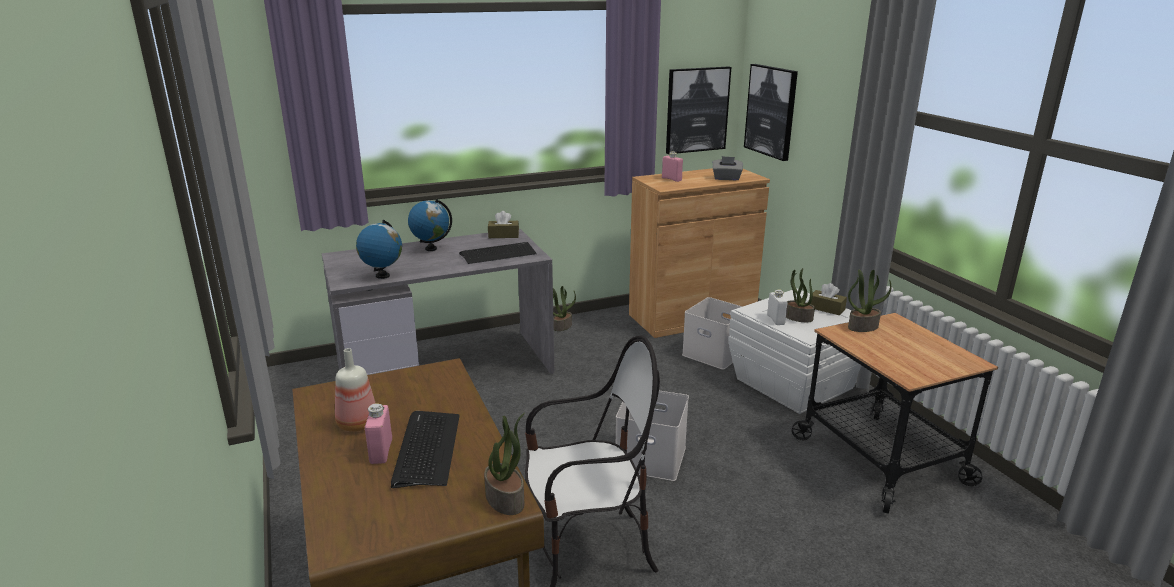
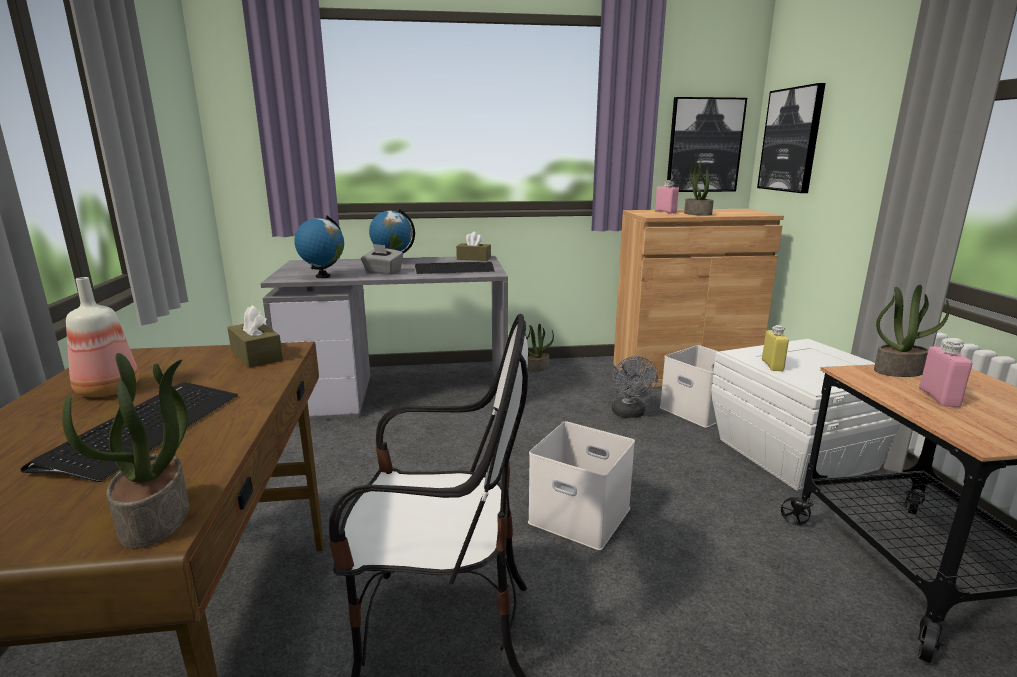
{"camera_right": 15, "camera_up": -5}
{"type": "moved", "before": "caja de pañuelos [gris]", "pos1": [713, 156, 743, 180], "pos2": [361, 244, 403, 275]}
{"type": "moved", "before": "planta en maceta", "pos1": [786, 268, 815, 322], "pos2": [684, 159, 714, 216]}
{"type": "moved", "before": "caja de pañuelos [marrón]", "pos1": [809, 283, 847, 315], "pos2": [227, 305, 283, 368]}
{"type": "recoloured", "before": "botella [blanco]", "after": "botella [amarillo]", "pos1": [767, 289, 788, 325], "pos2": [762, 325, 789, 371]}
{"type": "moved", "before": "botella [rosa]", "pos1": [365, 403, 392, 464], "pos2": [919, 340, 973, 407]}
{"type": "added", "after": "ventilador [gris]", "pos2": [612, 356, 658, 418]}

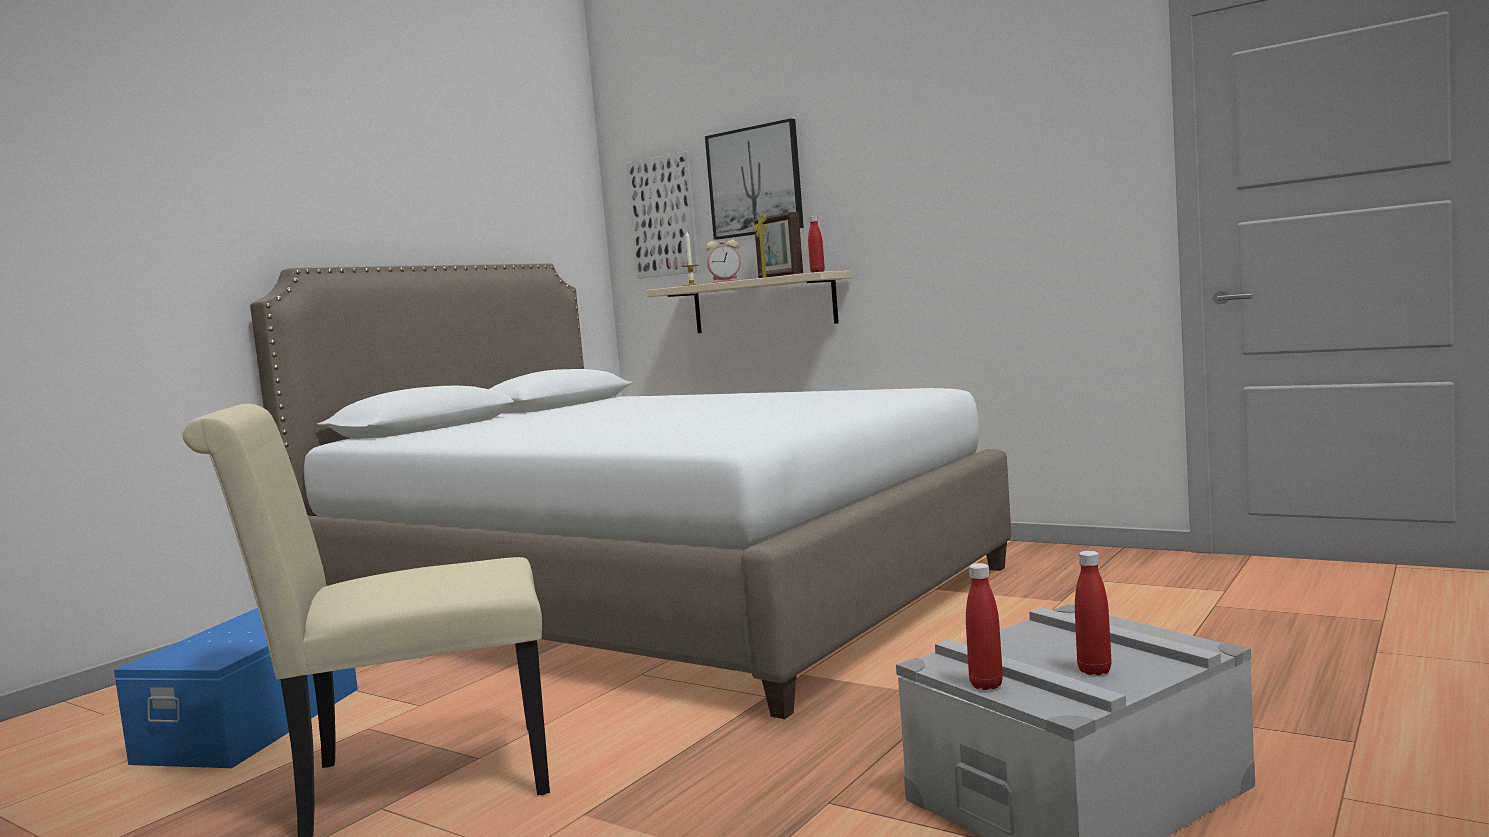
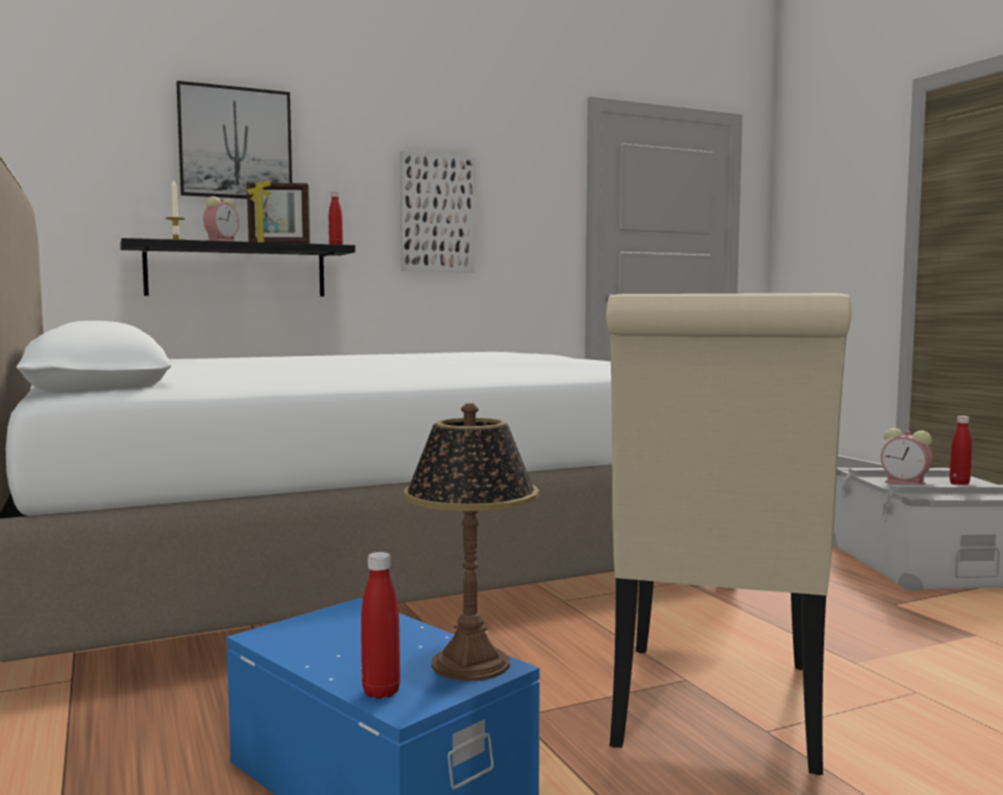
{"camera_right": -60, "camera_up": 0}
{"type": "moved", "before": "cuadro", "pos1": [626, 151, 700, 279], "pos2": [400, 151, 475, 272]}
{"type": "recoloured", "before": "estante [beis]", "after": "estante [negro]", "pos1": [646, 271, 852, 333], "pos2": [120, 238, 355, 297]}
{"type": "moved", "before": "botella [rojo]", "pos1": [966, 563, 1003, 690], "pos2": [361, 552, 400, 699]}
{"type": "added", "after": "lámpara de mesa", "pos2": [404, 403, 539, 681]}
{"type": "added", "after": "despertador", "pos2": [881, 428, 933, 485]}

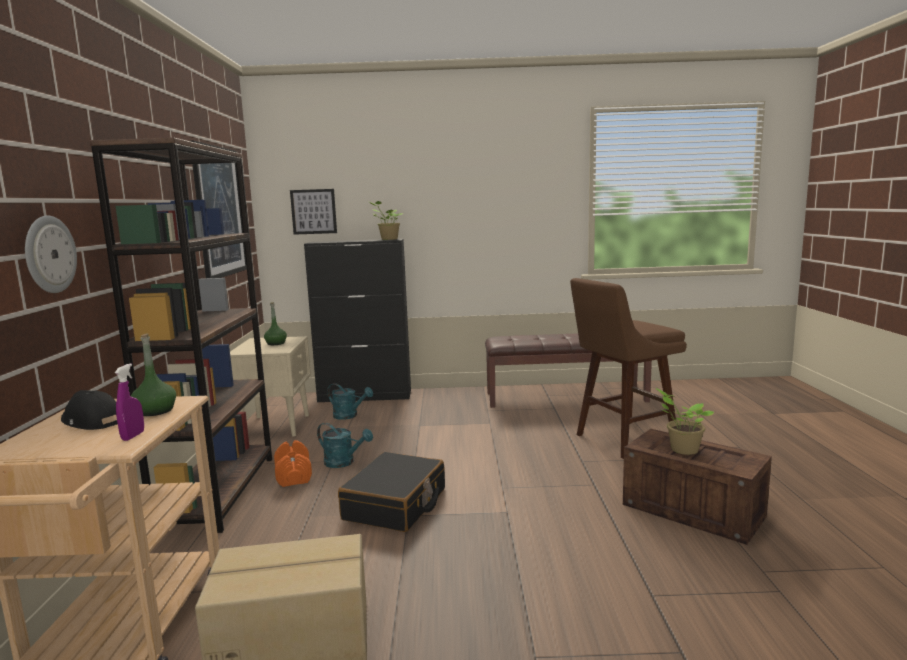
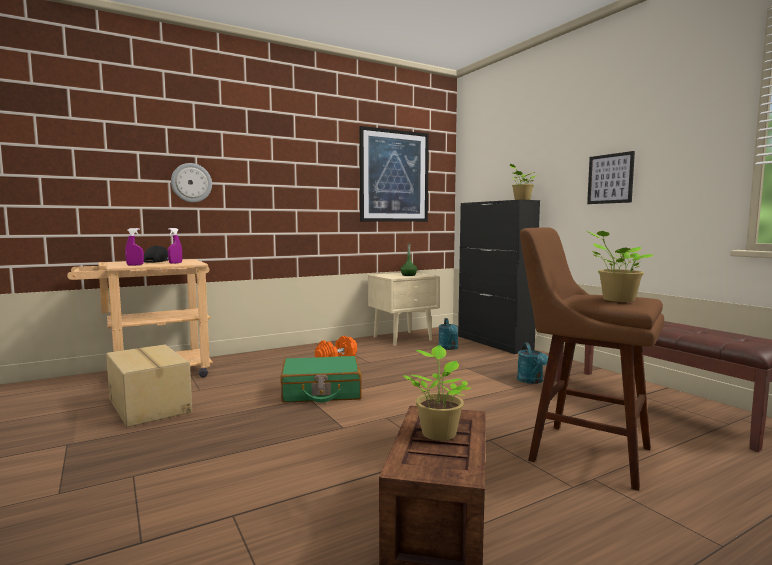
{"camera_right": 60, "camera_up": -5}
{"type": "removed", "before": "estantería [marrón]", "pos1": [89, 137, 272, 533]}
{"type": "moved", "before": "cuadro", "pos1": [290, 189, 337, 235], "pos2": [587, 151, 635, 204]}
{"type": "replaced", "before": "botella [verde]", "after": "pulverizador [morado]", "pos1": [131, 333, 176, 416], "pos2": [168, 228, 182, 263]}
{"type": "moved", "before": "regadera [turquesa]", "pos1": [317, 423, 373, 468], "pos2": [517, 343, 548, 384]}
{"type": "recoloured", "before": "maleta [negro]", "after": "maleta [verde]", "pos1": [338, 452, 445, 532], "pos2": [280, 356, 362, 403]}
{"type": "added", "after": "planta en maceta", "pos2": [586, 231, 653, 302]}

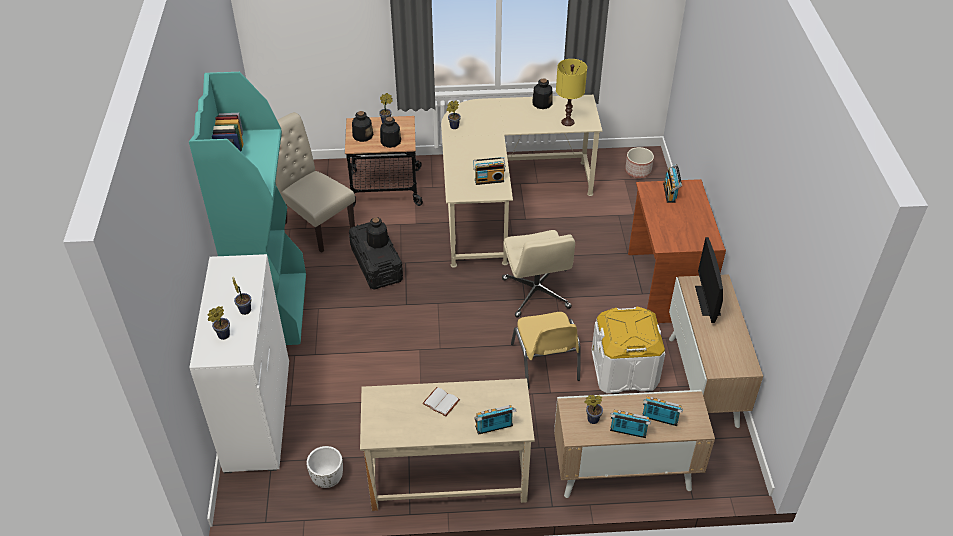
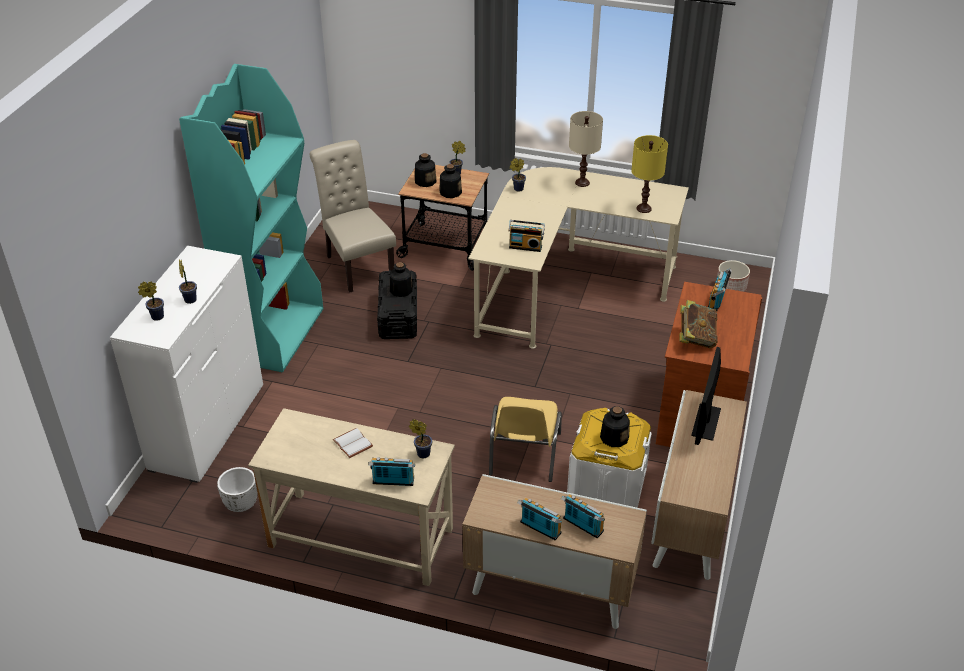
{"camera_right": 20, "camera_up": -5}
{"type": "moved", "before": "botella", "pos1": [532, 78, 552, 109], "pos2": [600, 406, 630, 447]}
{"type": "removed", "before": "silla de oficina [beis]", "pos1": [502, 230, 575, 318]}
{"type": "moved", "before": "planta en maceta", "pos1": [584, 395, 603, 424], "pos2": [409, 419, 432, 458]}
{"type": "added", "after": "lámpara de mesa [beis]", "pos2": [569, 111, 603, 187]}
{"type": "added", "after": "libro", "pos2": [680, 300, 717, 348]}

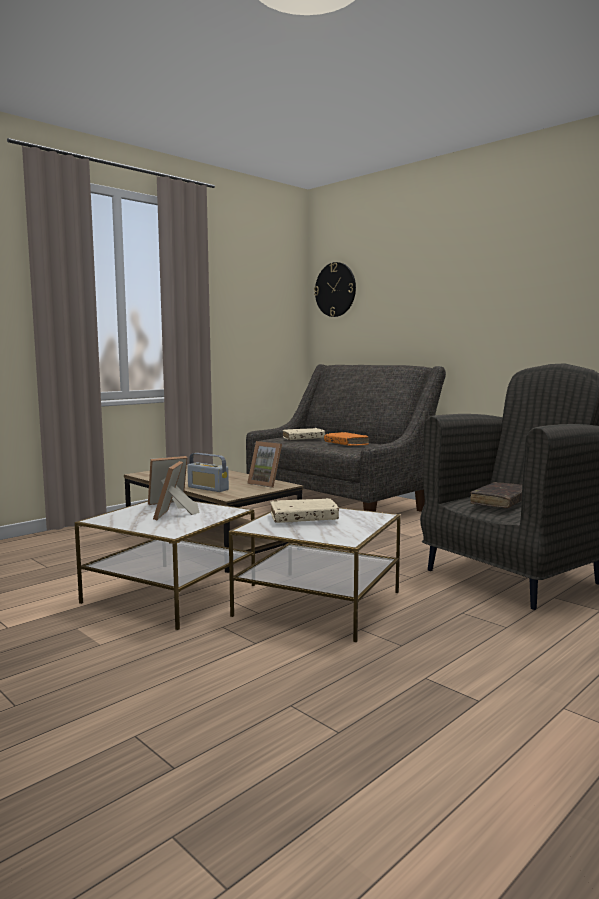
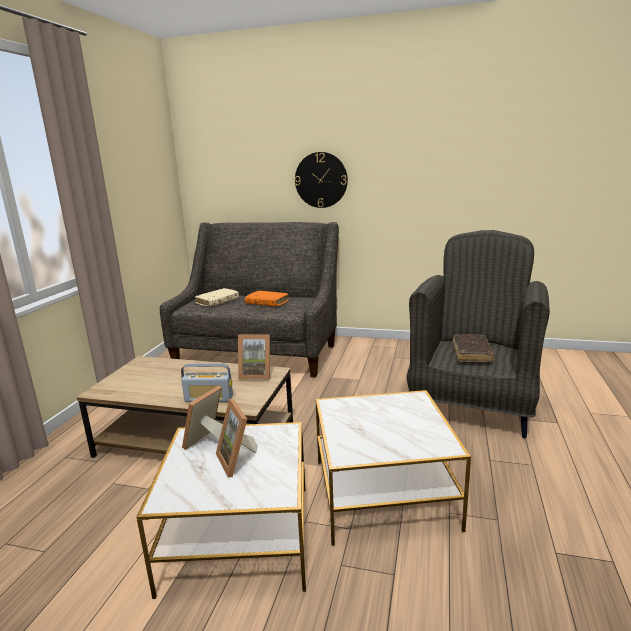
{"camera_right": -30, "camera_up": 10}
{"type": "moved", "before": "reloj de pared", "pos1": [314, 262, 356, 317], "pos2": [295, 152, 348, 208]}
{"type": "removed", "before": "libro [beis]", "pos1": [270, 498, 339, 523]}

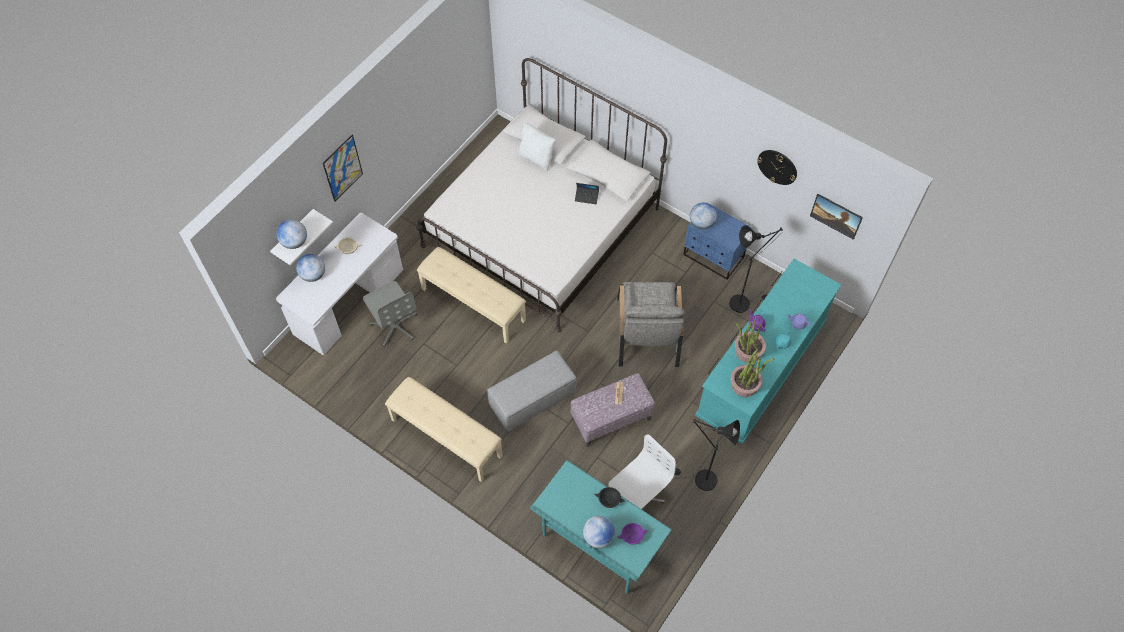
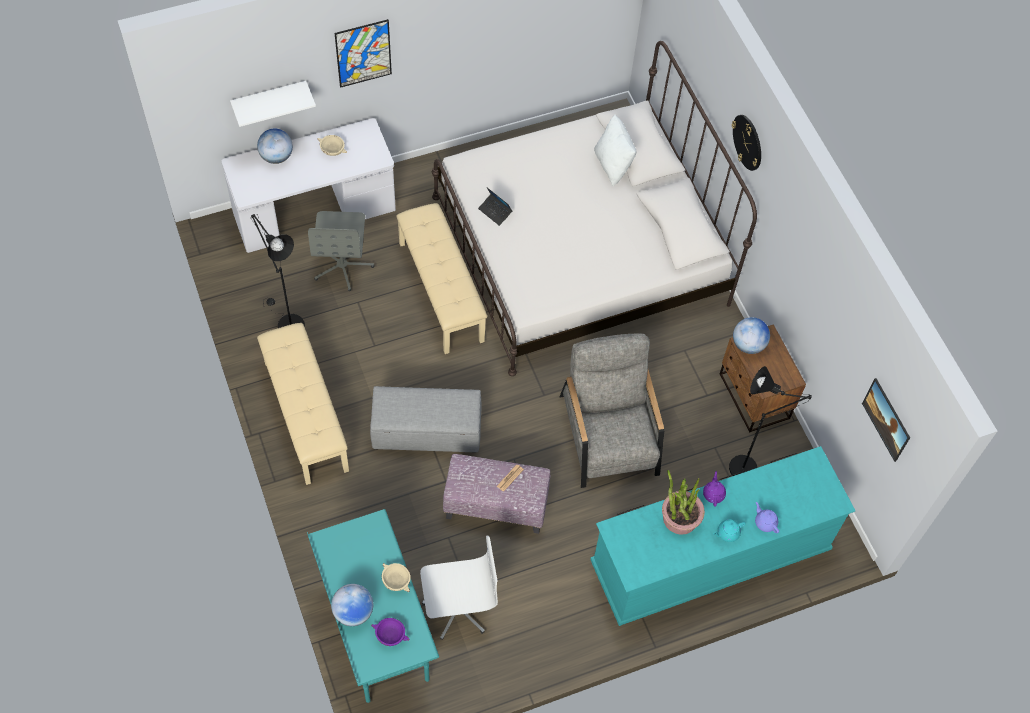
{"camera_right": 30, "camera_up": 0}
{"type": "moved", "before": "reloj de pared", "pos1": [757, 150, 797, 185], "pos2": [732, 115, 761, 171]}
{"type": "moved", "before": "portátil", "pos1": [575, 183, 599, 204], "pos2": [478, 188, 512, 226]}
{"type": "recoloured", "before": "mesita de noche [azul]", "after": "mesita de noche [marrón]", "pos1": [683, 202, 752, 280], "pos2": [720, 324, 806, 432]}
{"type": "removed", "before": "globo terráqueo", "pos1": [277, 219, 307, 249]}
{"type": "turned", "before": "sillón [gris]", "pos1": [617, 282, 685, 367], "pos2": [560, 334, 664, 488], "turn": 135}
{"type": "removed", "before": "planta en maceta", "pos1": [731, 349, 774, 397]}
{"type": "moved", "before": "lámpara de pie [negro]", "pos1": [675, 418, 740, 491], "pos2": [251, 214, 305, 328]}
{"type": "recoloured", "before": "cuenco [negro]", "after": "cuenco [beis]", "pos1": [594, 487, 625, 508], "pos2": [382, 563, 411, 592]}

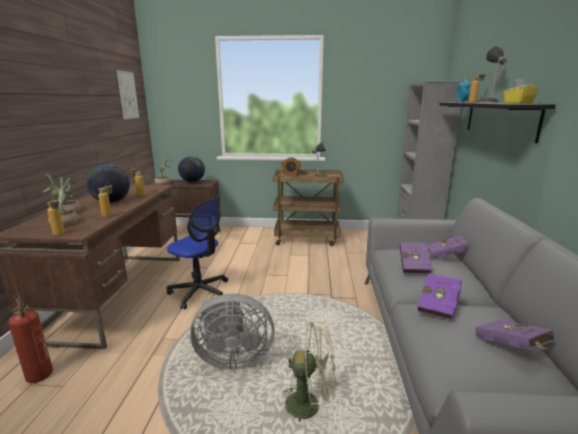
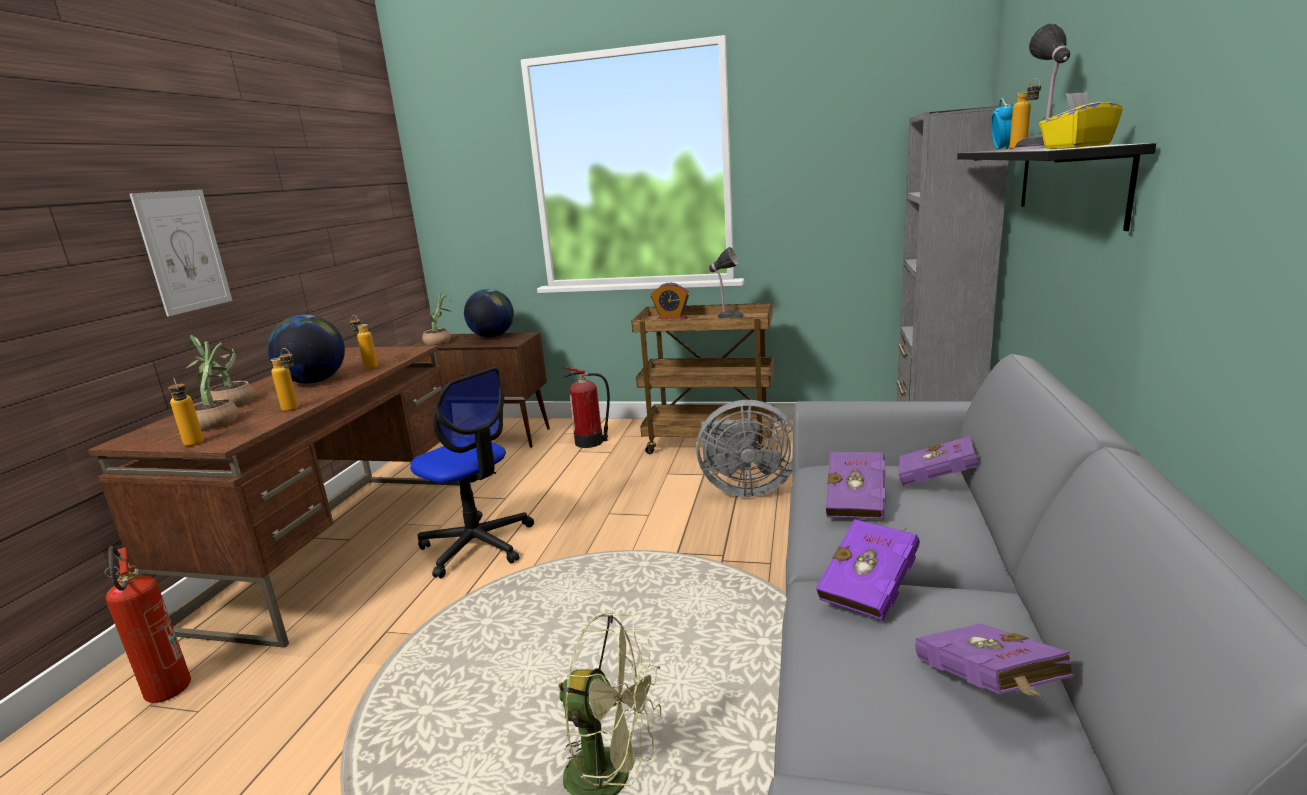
{"camera_right": 10, "camera_up": 0}
{"type": "moved", "before": "cuadro", "pos1": [117, 70, 139, 119], "pos2": [130, 190, 233, 317]}
{"type": "moved", "before": "ventilador [gris]", "pos1": [190, 293, 274, 370], "pos2": [696, 400, 793, 497]}
{"type": "added", "after": "extintor", "pos2": [563, 367, 610, 448]}

